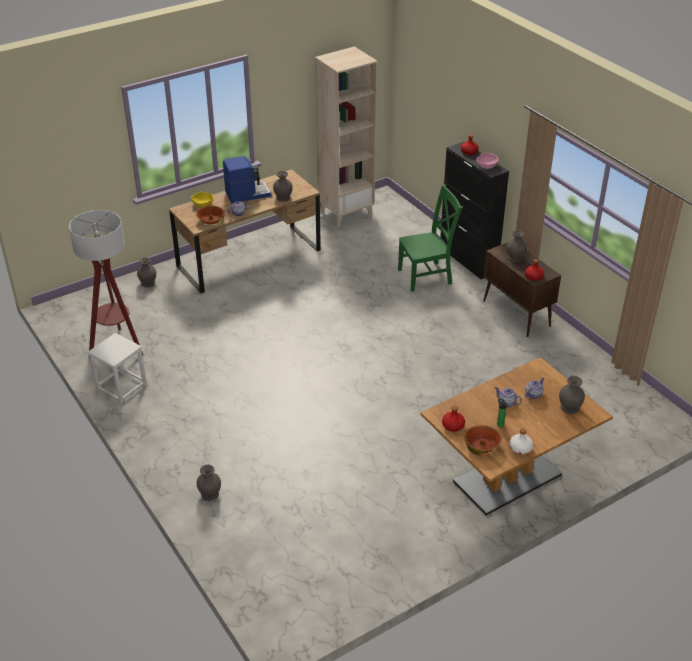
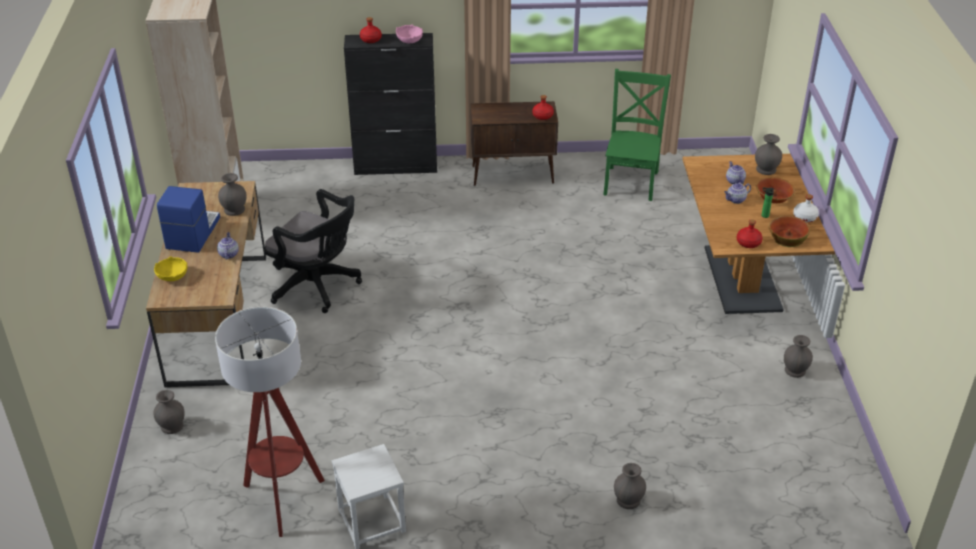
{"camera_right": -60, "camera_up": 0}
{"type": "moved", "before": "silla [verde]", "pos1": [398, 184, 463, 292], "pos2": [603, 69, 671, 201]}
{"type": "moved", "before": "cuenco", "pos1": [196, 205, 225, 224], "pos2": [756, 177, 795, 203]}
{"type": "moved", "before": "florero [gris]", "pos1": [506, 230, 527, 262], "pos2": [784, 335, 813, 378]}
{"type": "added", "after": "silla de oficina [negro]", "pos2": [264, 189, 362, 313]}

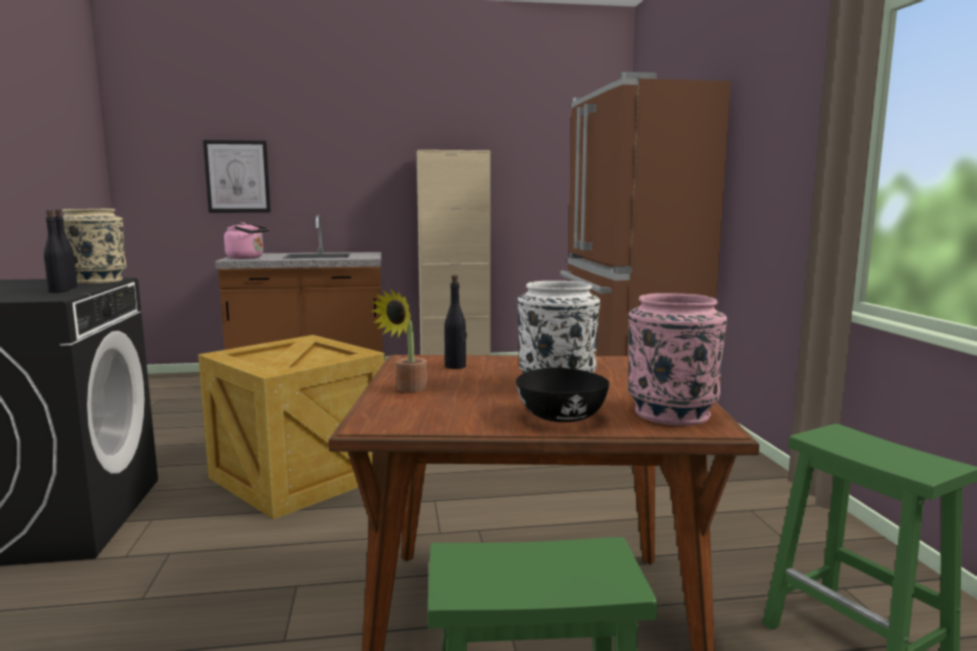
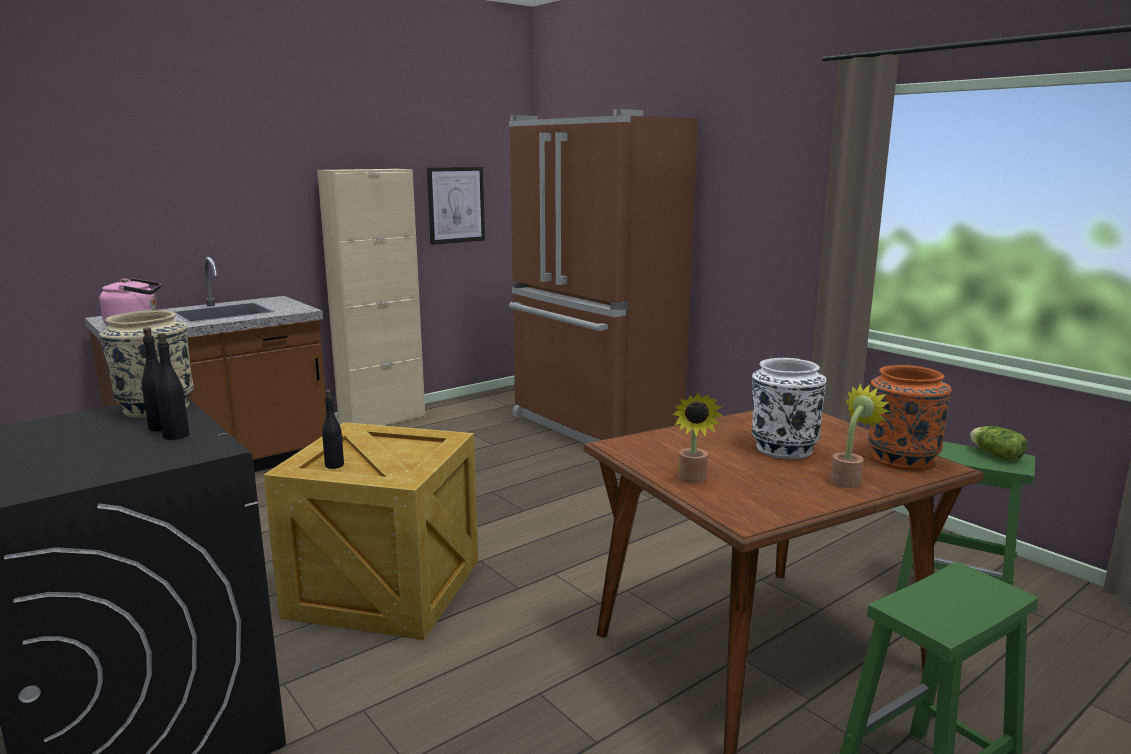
{"camera_right": -30, "camera_up": 5}
{"type": "moved", "before": "cuadro", "pos1": [203, 140, 271, 213], "pos2": [427, 167, 485, 245]}
{"type": "moved", "before": "botella [negro]", "pos1": [444, 275, 467, 369], "pos2": [322, 390, 344, 469]}
{"type": "recoloured", "before": "florero [rosa]", "after": "florero [naranja]", "pos1": [628, 293, 727, 426], "pos2": [868, 365, 952, 470]}
{"type": "replaced", "before": "cuenco [negro]", "after": "planta en maceta", "pos1": [516, 368, 610, 422], "pos2": [831, 384, 890, 488]}
{"type": "added", "after": "lechuga", "pos2": [970, 426, 1027, 461]}

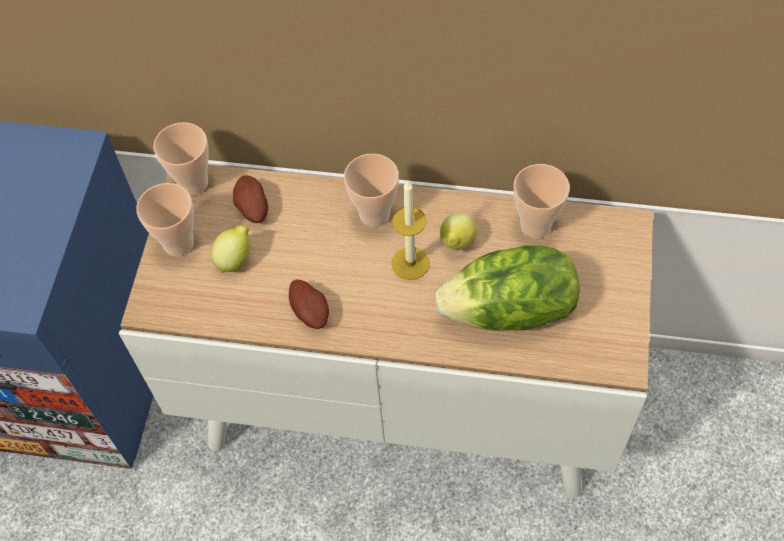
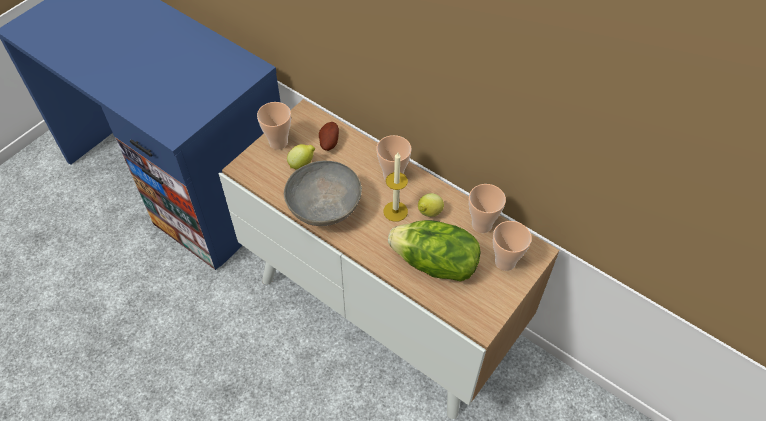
{"camera_right": 25, "camera_up": -5}
{"type": "moved", "before": "taza", "pos1": [154, 122, 208, 195], "pos2": [493, 221, 532, 271]}
{"type": "replaced", "before": "patata", "after": "cuenco [gris]", "pos1": [289, 280, 329, 329], "pos2": [284, 161, 362, 226]}

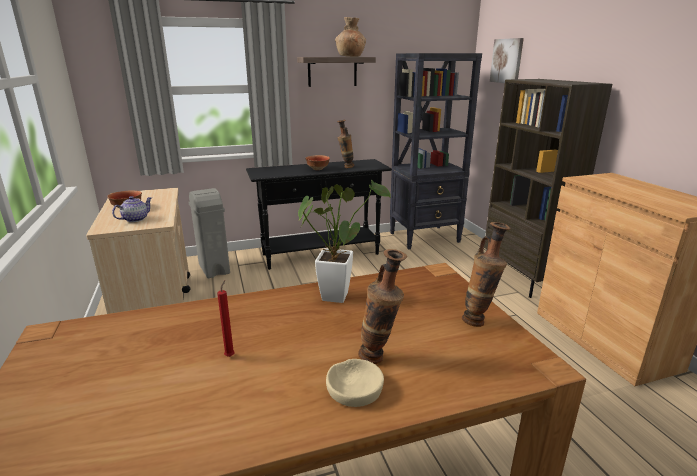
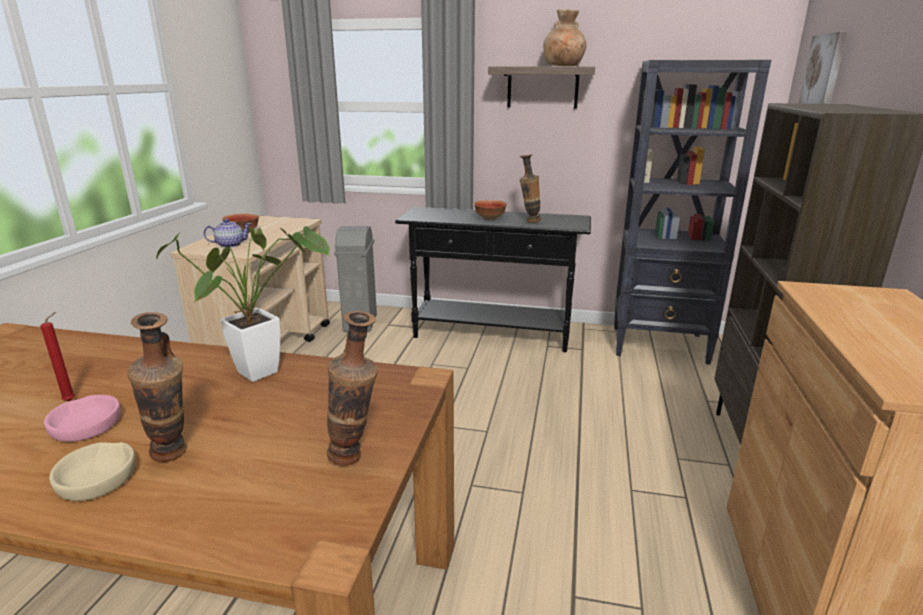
{"camera_right": 30, "camera_up": 0}
{"type": "added", "after": "cuenco [rosa]", "pos2": [44, 395, 121, 442]}

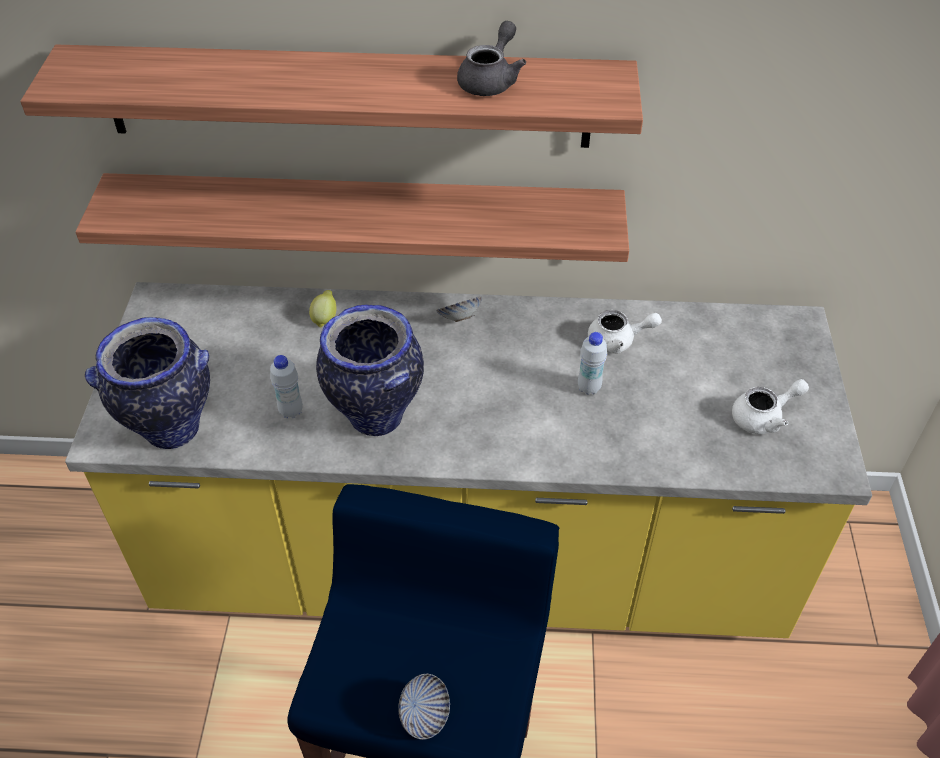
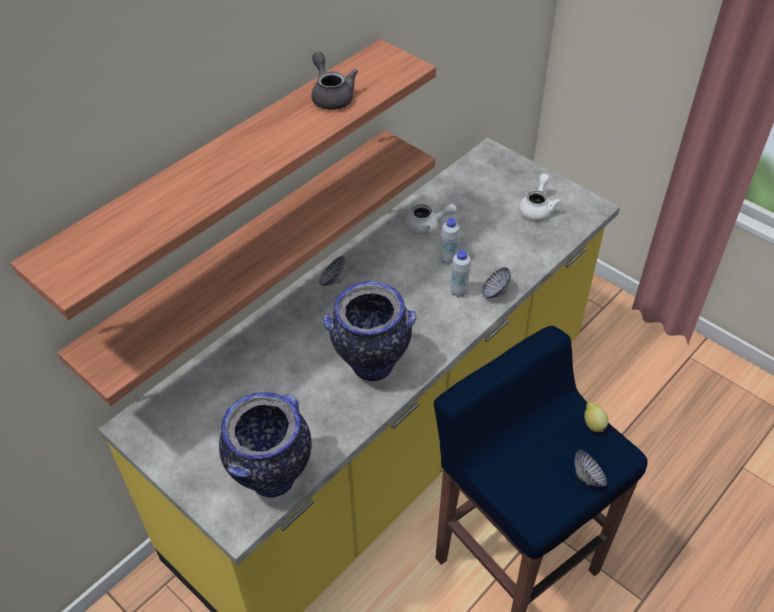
{"camera_right": -50, "camera_up": 0}
{"type": "moved", "before": "limón", "pos1": [309, 290, 336, 328], "pos2": [584, 401, 608, 432]}
{"type": "turned", "before": "tetera [blanco]", "pos1": [588, 310, 662, 354], "pos2": [405, 204, 457, 235], "turn": 45}
{"type": "moved", "before": "botella [blanco]", "pos1": [270, 355, 303, 418], "pos2": [451, 250, 471, 297]}
{"type": "added", "after": "cuenco", "pos2": [482, 267, 511, 299]}

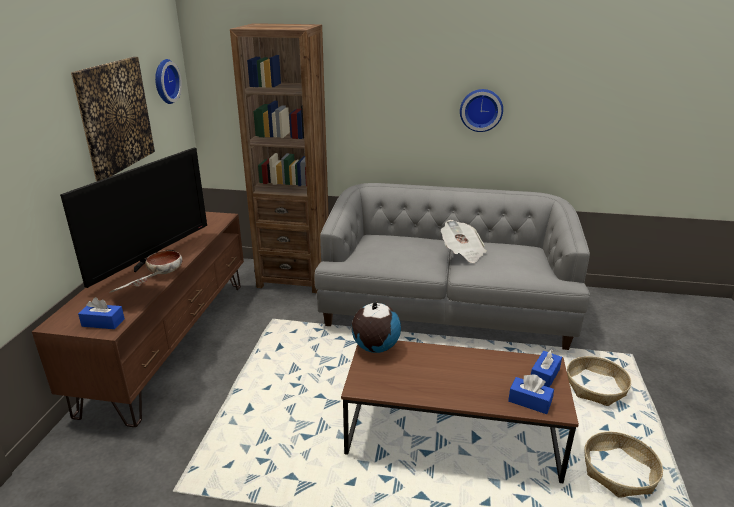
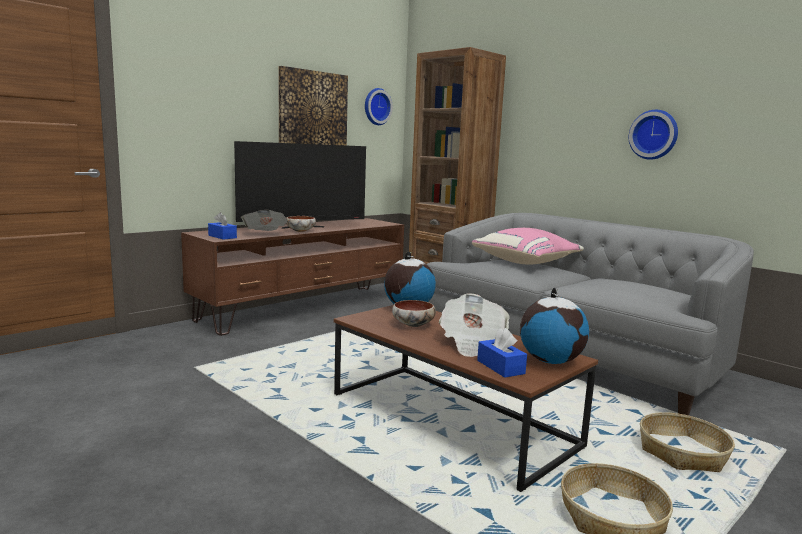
{"camera_right": 35, "camera_up": -15}
{"type": "moved", "before": "periódico", "pos1": [441, 220, 487, 263], "pos2": [439, 293, 510, 357]}
{"type": "replaced", "before": "caja de pañuelos [azul]", "after": "globo terráqueo", "pos1": [531, 349, 562, 387], "pos2": [520, 288, 589, 364]}
{"type": "added", "after": "cojín [rosa]", "pos2": [472, 228, 584, 264]}
{"type": "added", "after": "cuenco", "pos2": [392, 300, 436, 327]}

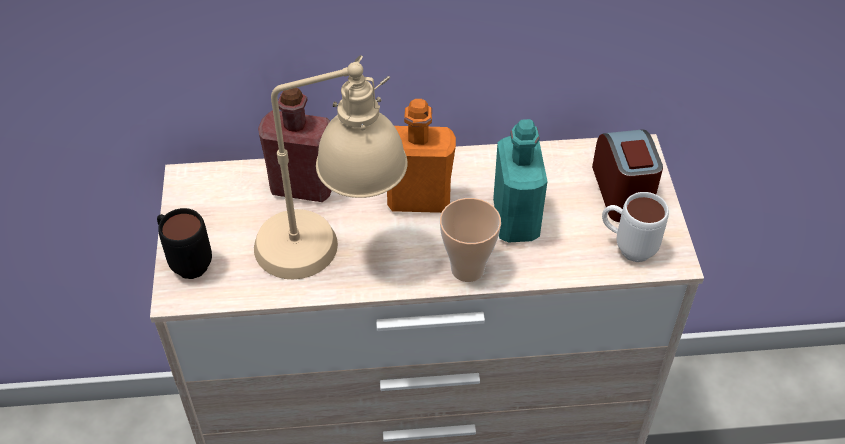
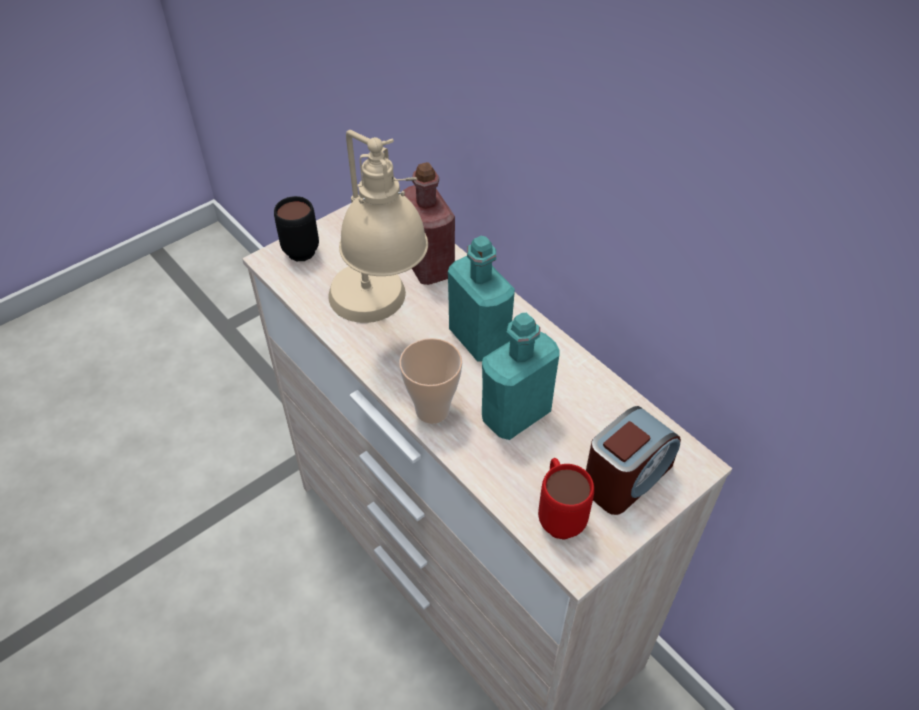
{"camera_right": 55, "camera_up": 0}
{"type": "recoloured", "before": "botella [naranja]", "after": "botella [turquesa]", "pos1": [387, 99, 456, 213], "pos2": [448, 236, 515, 362]}
{"type": "recoloured", "before": "taza grande [blanco]", "after": "taza grande [rojo]", "pos1": [602, 192, 669, 262], "pos2": [538, 458, 594, 539]}

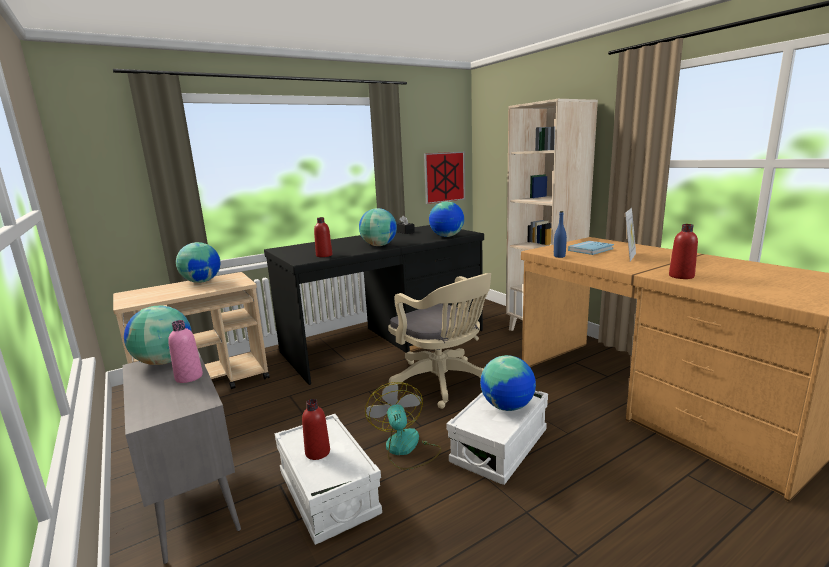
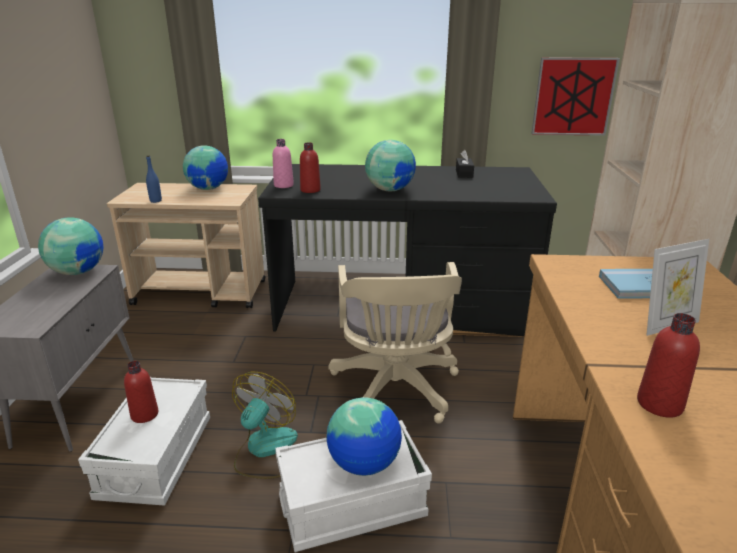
{"camera_right": 35, "camera_up": 10}
{"type": "removed", "before": "globo terráqueo", "pos1": [429, 201, 464, 237]}
{"type": "moved", "before": "botella [azul]", "pos1": [554, 211, 567, 258], "pos2": [146, 155, 162, 203]}
{"type": "moved", "before": "botella [rosa]", "pos1": [168, 320, 203, 383], "pos2": [273, 139, 294, 188]}

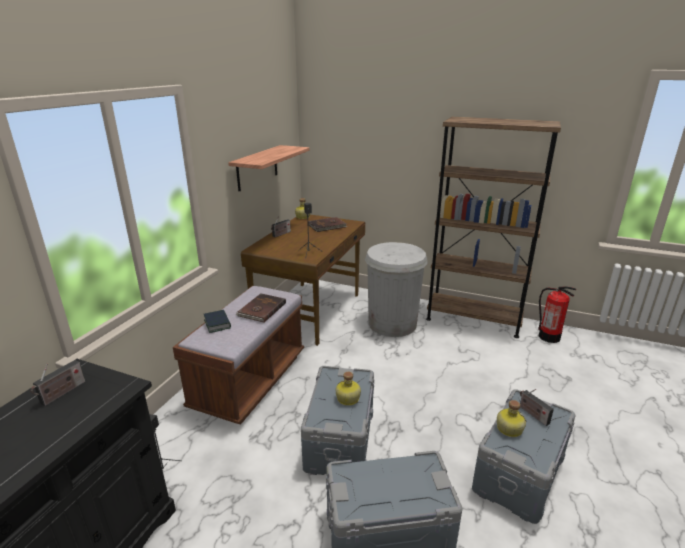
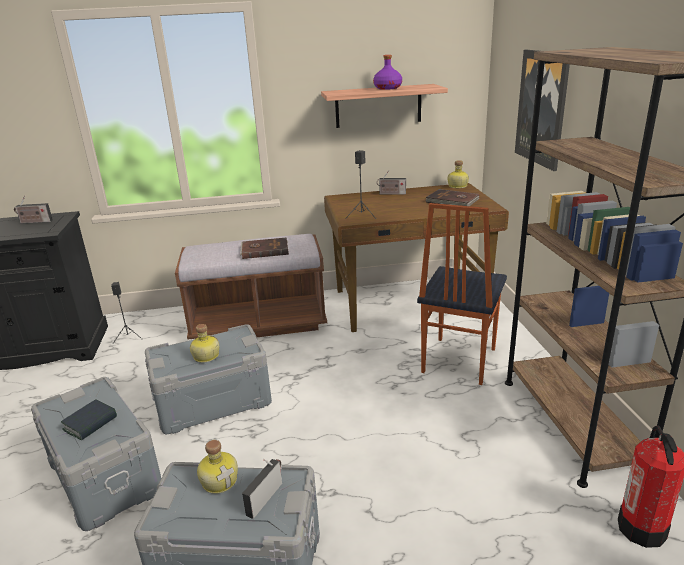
{"camera_right": 60, "camera_up": 0}
{"type": "replaced", "before": "papelera [blanco]", "after": "silla", "pos1": [365, 242, 428, 337], "pos2": [417, 203, 507, 385]}
{"type": "moved", "before": "libro", "pos1": [204, 310, 231, 333], "pos2": [61, 399, 117, 441]}
{"type": "added", "after": "cuadro", "pos2": [515, 50, 570, 171]}
{"type": "added", "after": "botella [morado]", "pos2": [373, 55, 402, 90]}

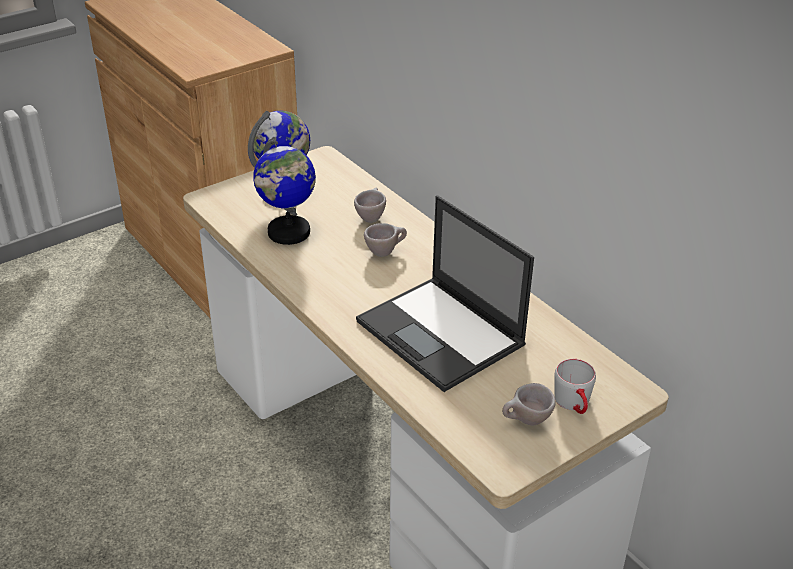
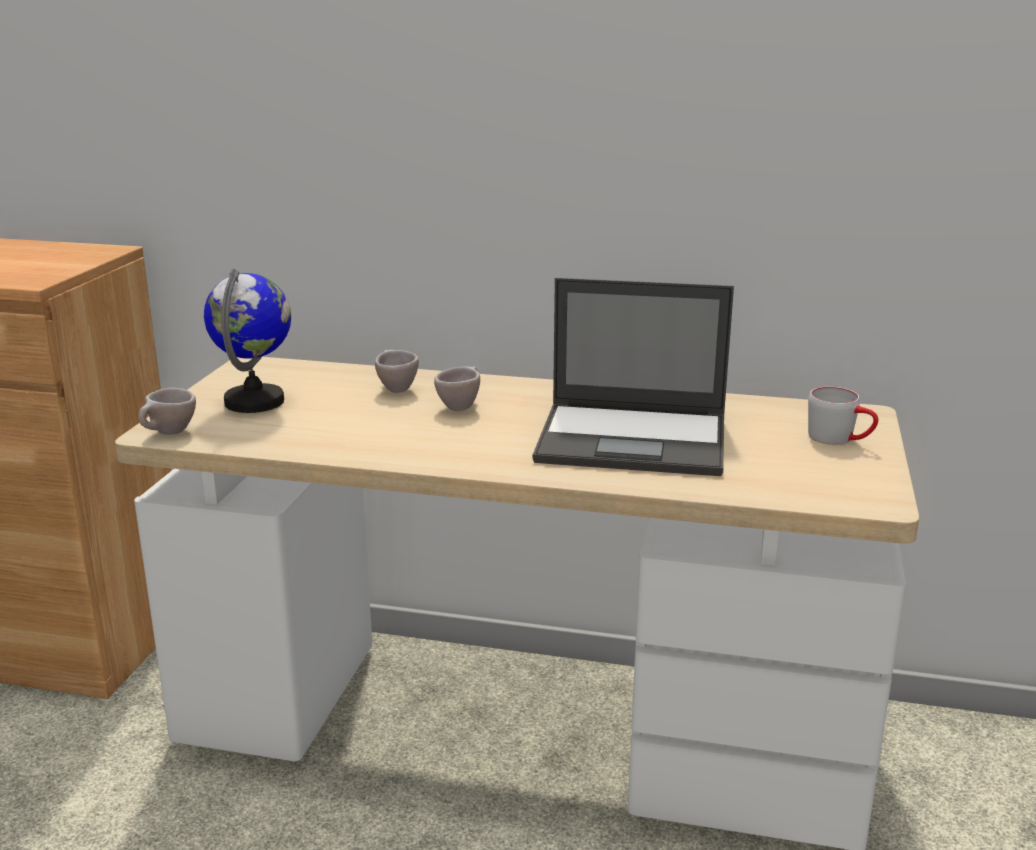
{"camera_right": -40, "camera_up": -15}
{"type": "removed", "before": "globo terráqueo", "pos1": [253, 137, 316, 245]}
{"type": "moved", "before": "taza [beis]", "pos1": [502, 383, 556, 425], "pos2": [138, 388, 196, 435]}

